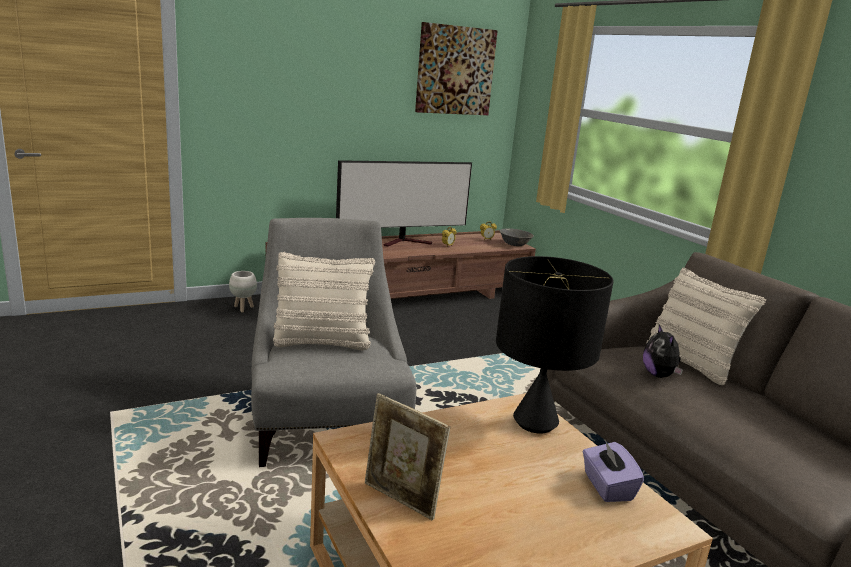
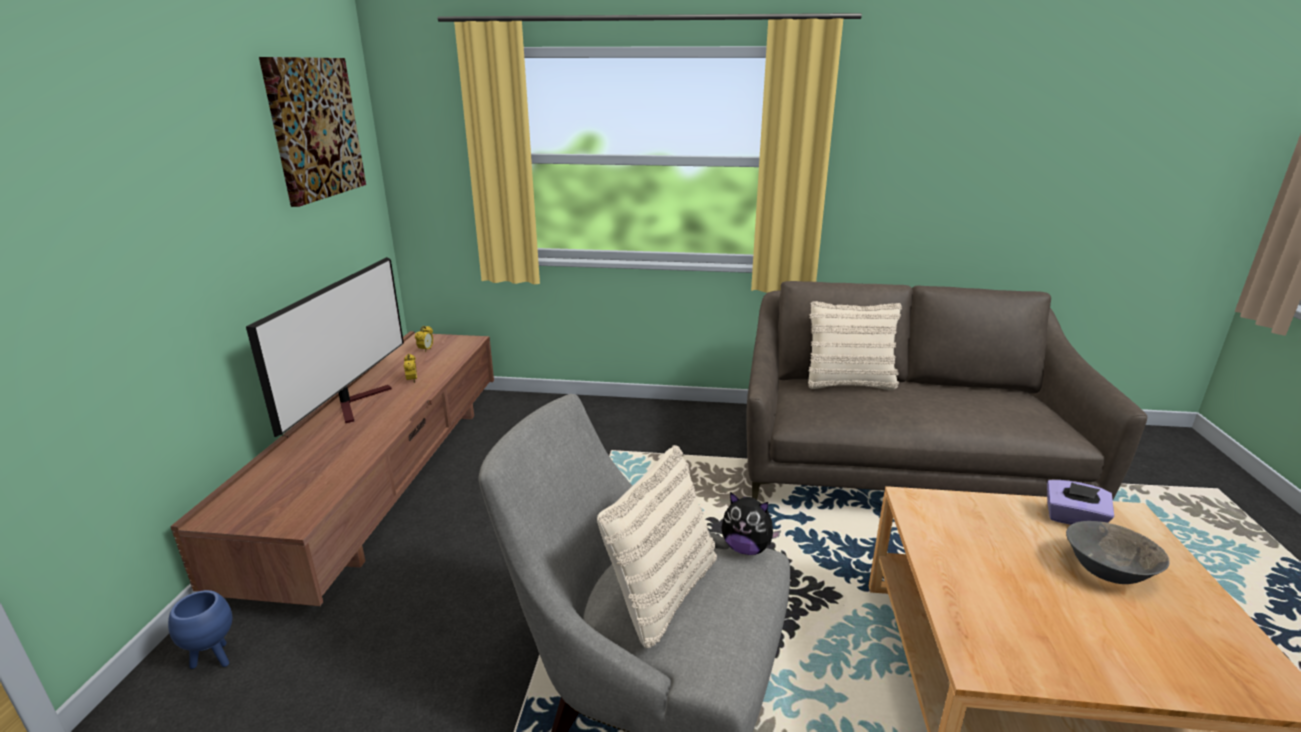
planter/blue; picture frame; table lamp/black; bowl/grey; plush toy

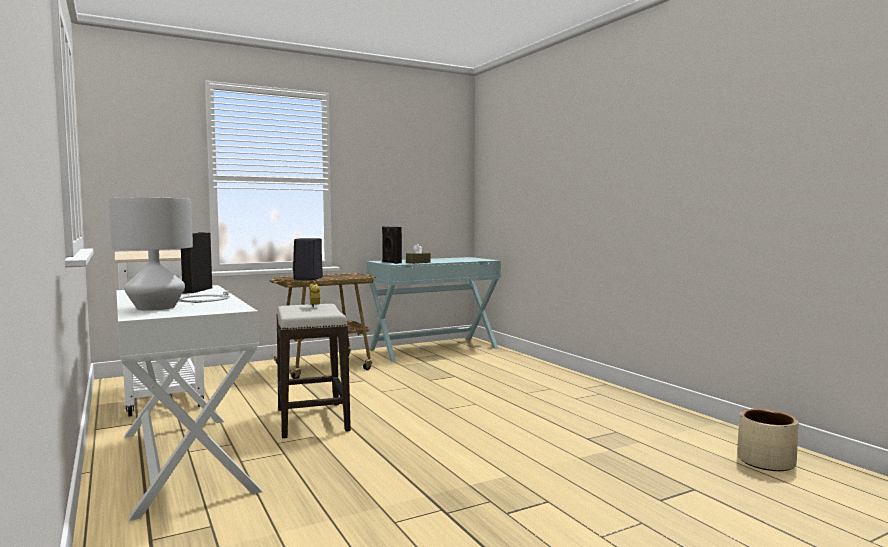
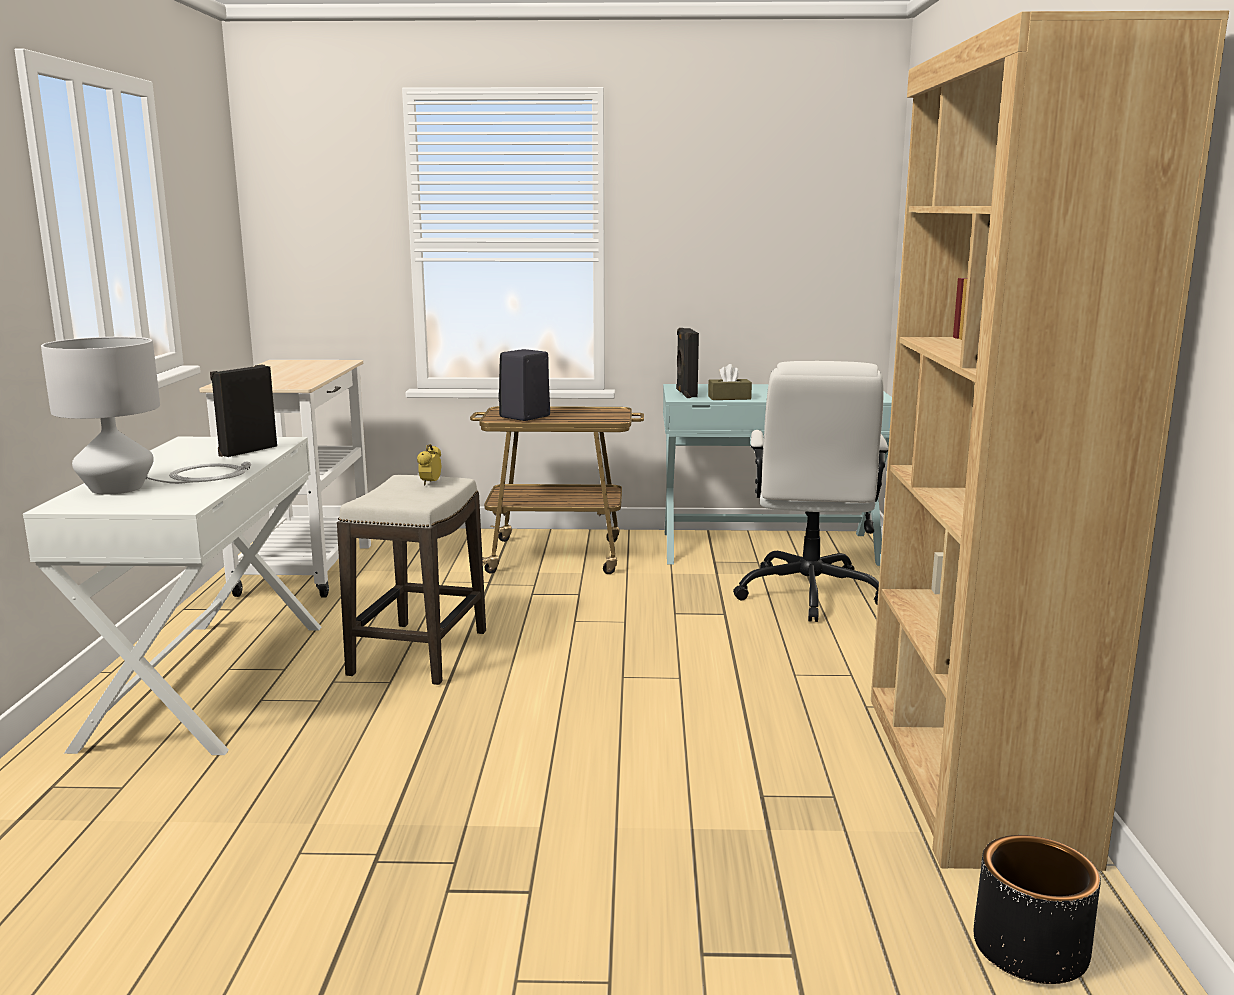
planter/black; office chair/white; bookcase/brown

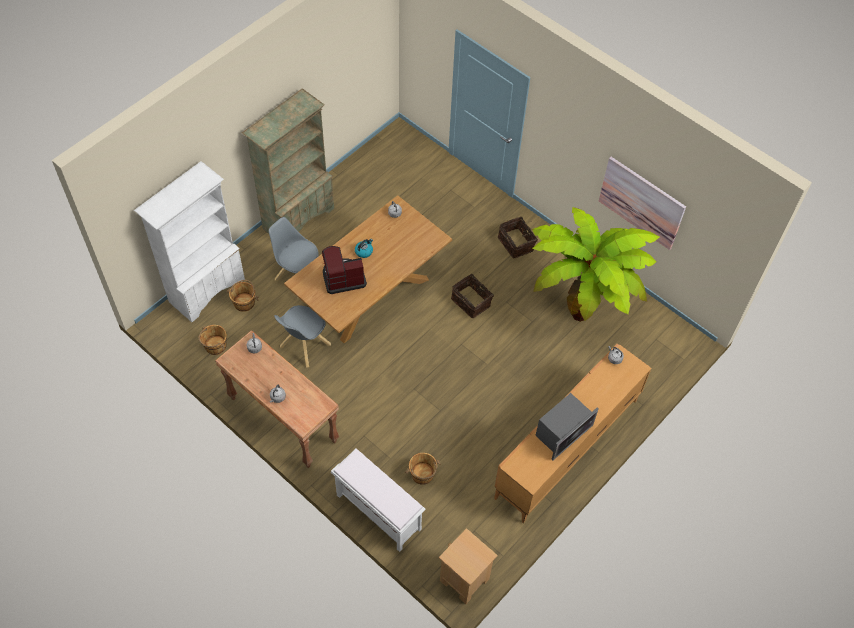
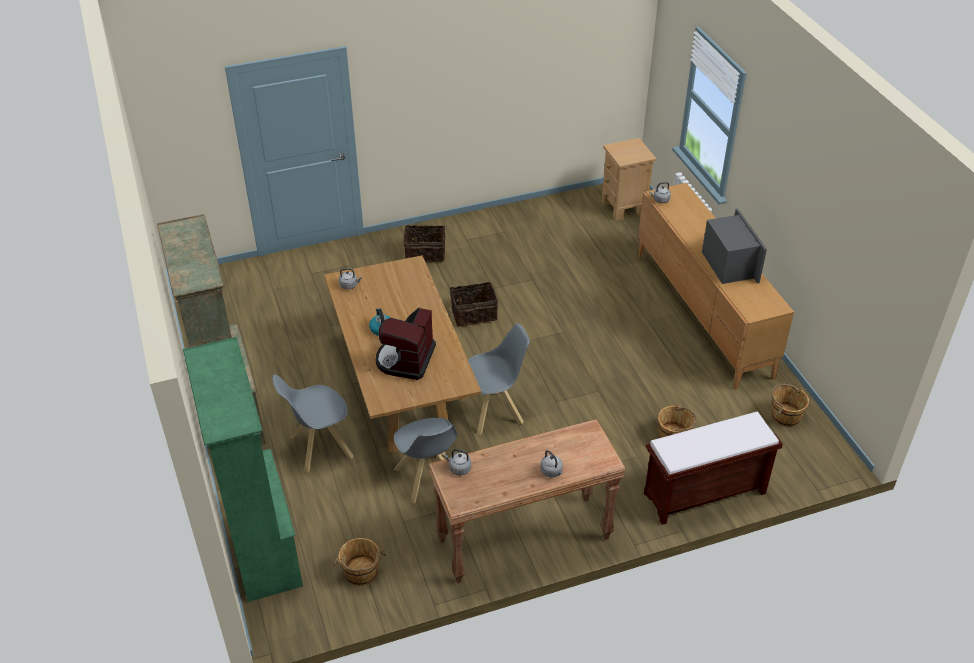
bookcase/green (no. 2 from left); bucket/brown (no. 3 from left); bench/brown; nightstand/beige; potted plant; picture; chair/grey (no. 3 from left)

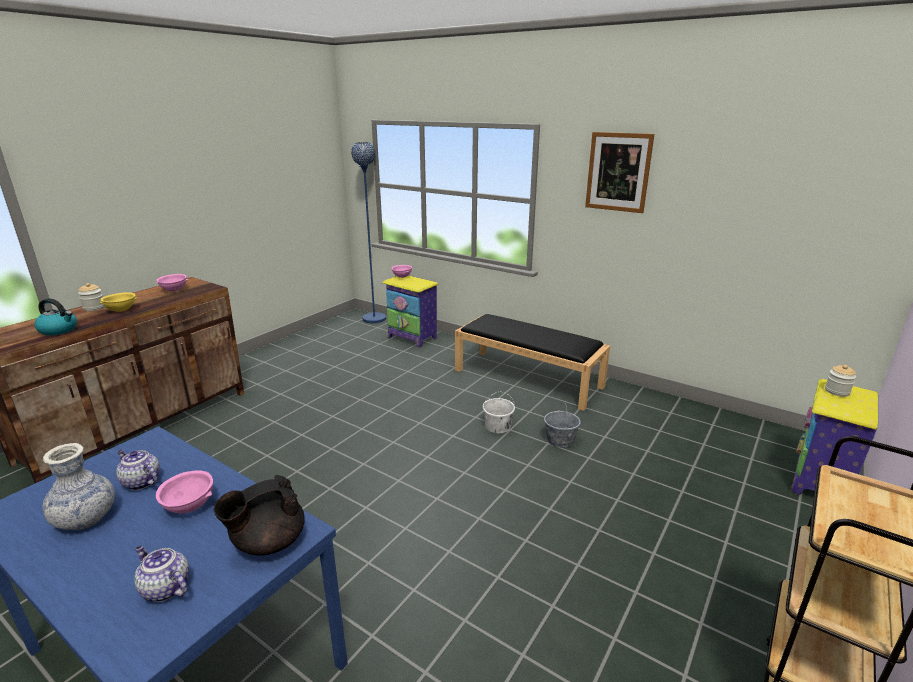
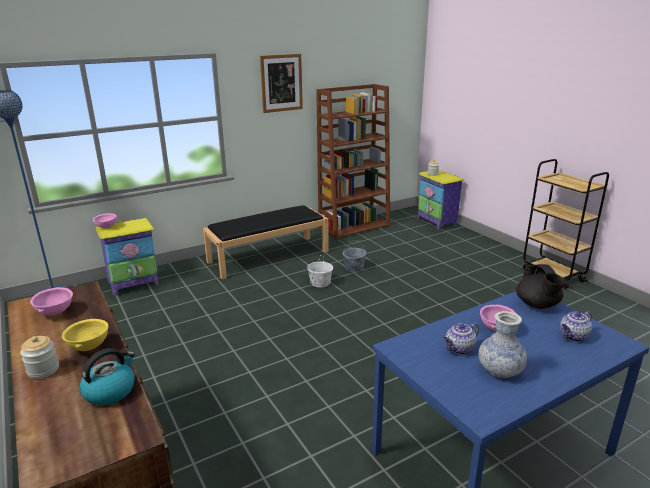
bookcase/brown

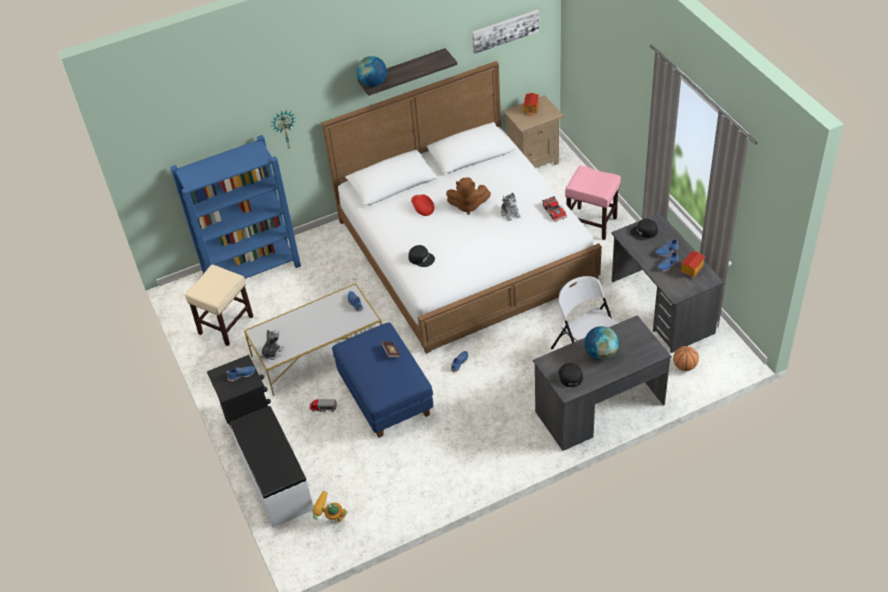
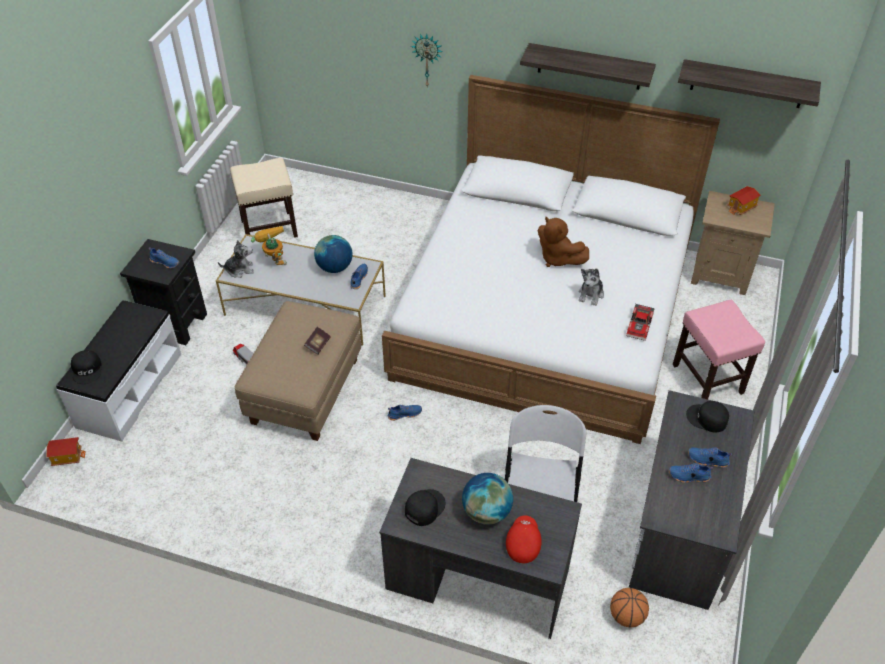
bookcase/blue; toy robot; ottoman/beige; globe (no. 1 from left); cap/black (no. 1 from left); cap/red; shelf (no. 2 from left); toy house (no. 1 from left)

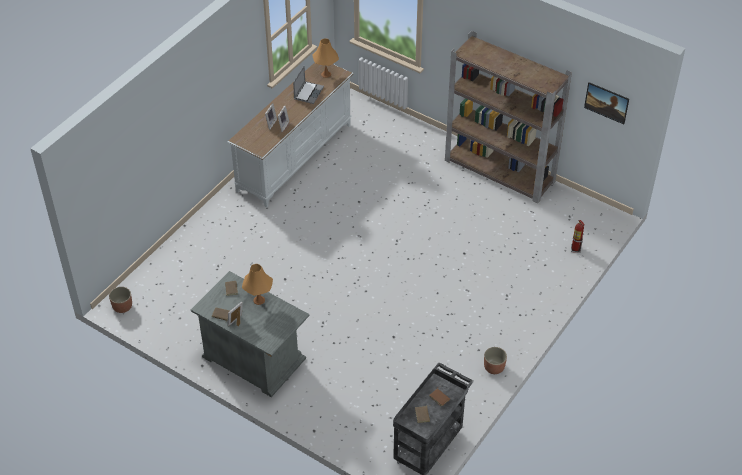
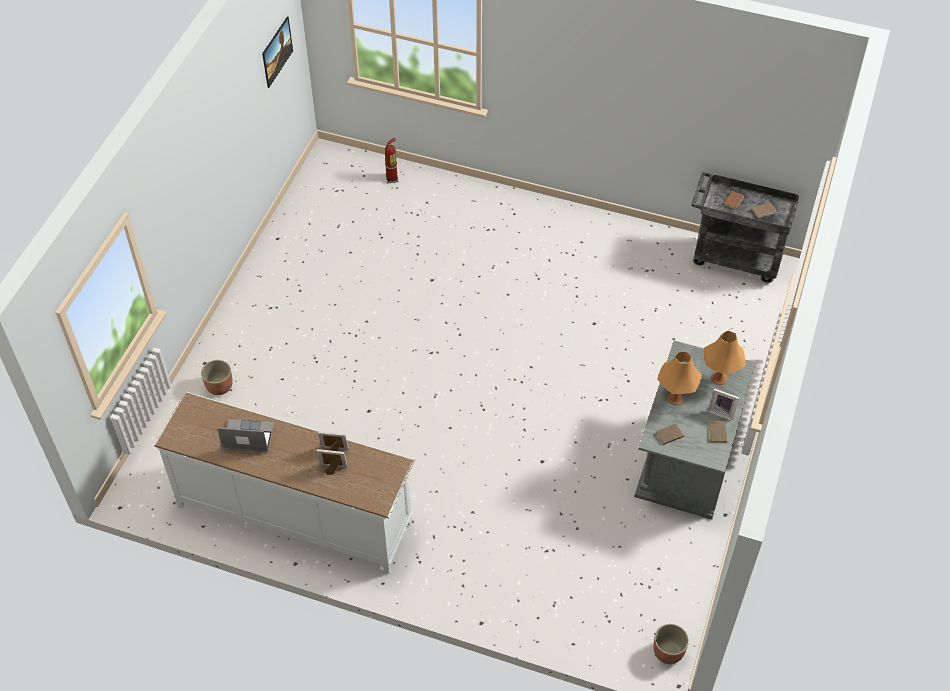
table lamp/orange (no. 2 from left); bookcase/brown; planter (no. 1 from left)

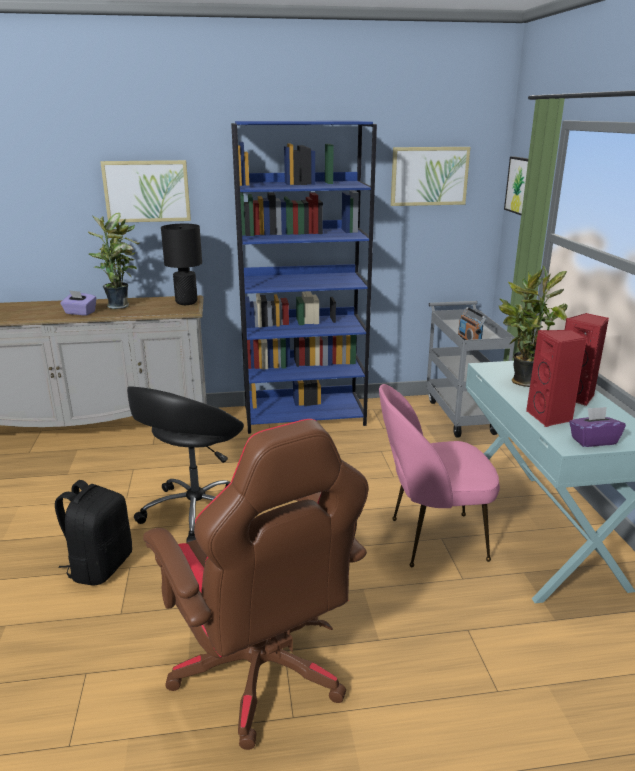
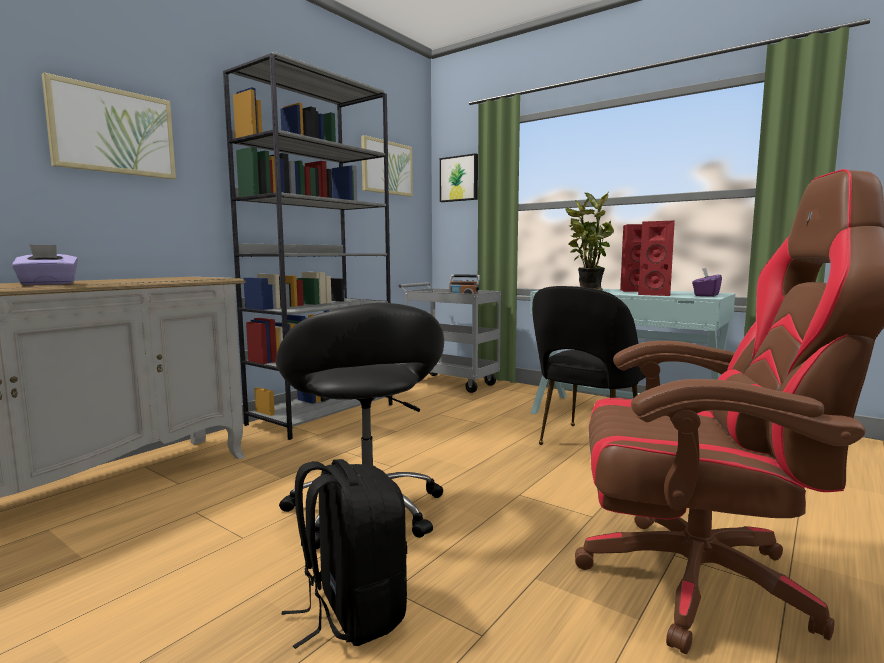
potted plant (no. 1 from left in the first image); table lamp/black; bookcase/grey; chair/black

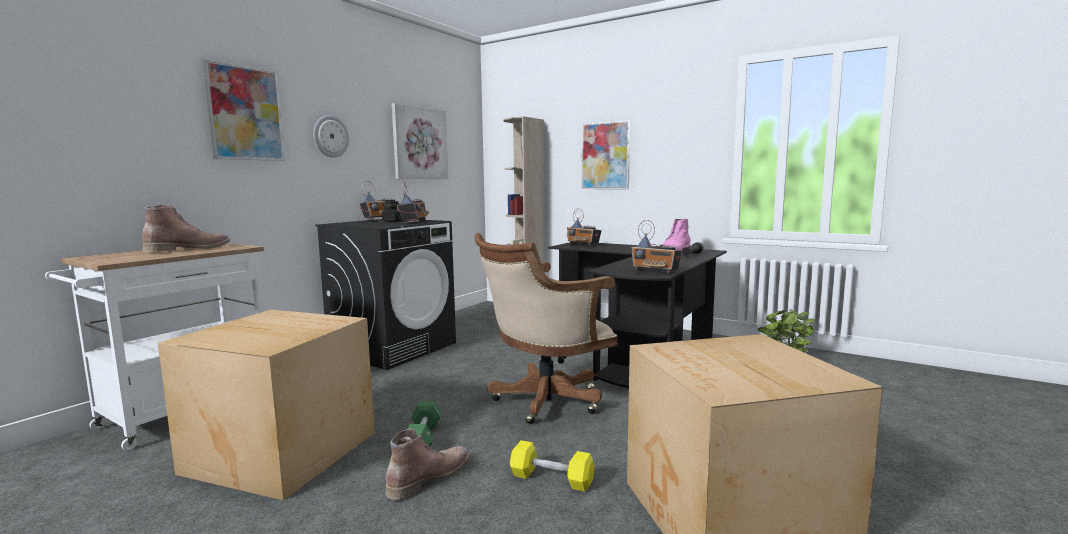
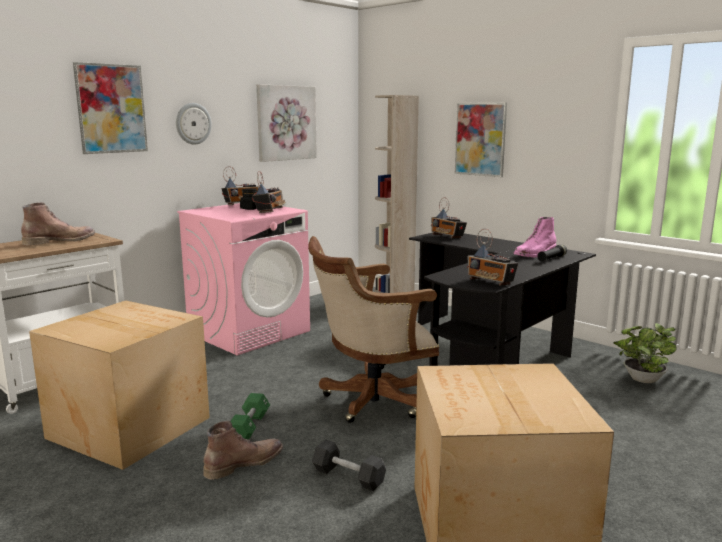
washing machine/pink; dumbbell/black

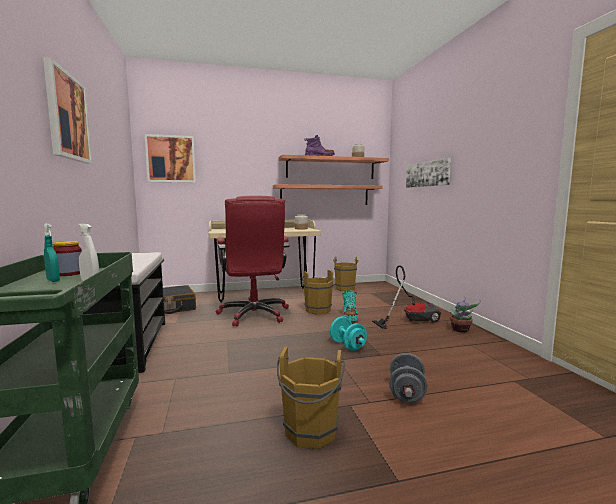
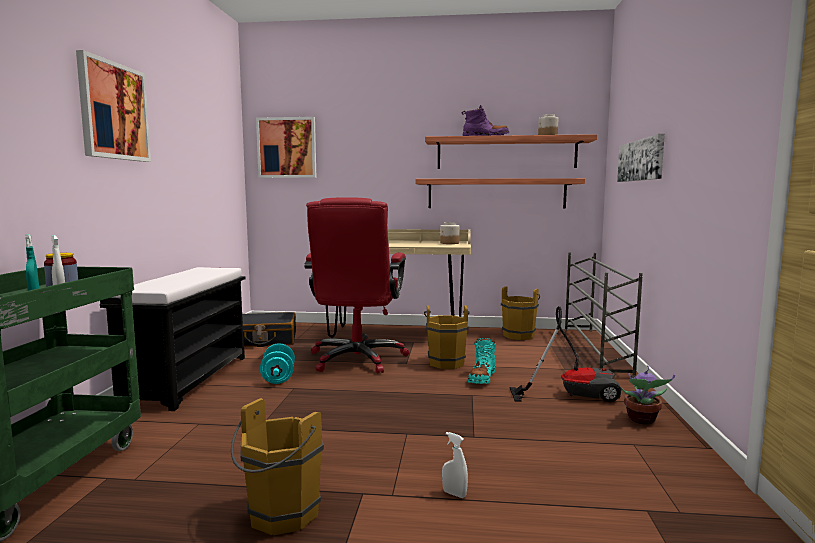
dumbbell/turquoise; spray bottle/white (no. 2 from left); shoe rack/grey

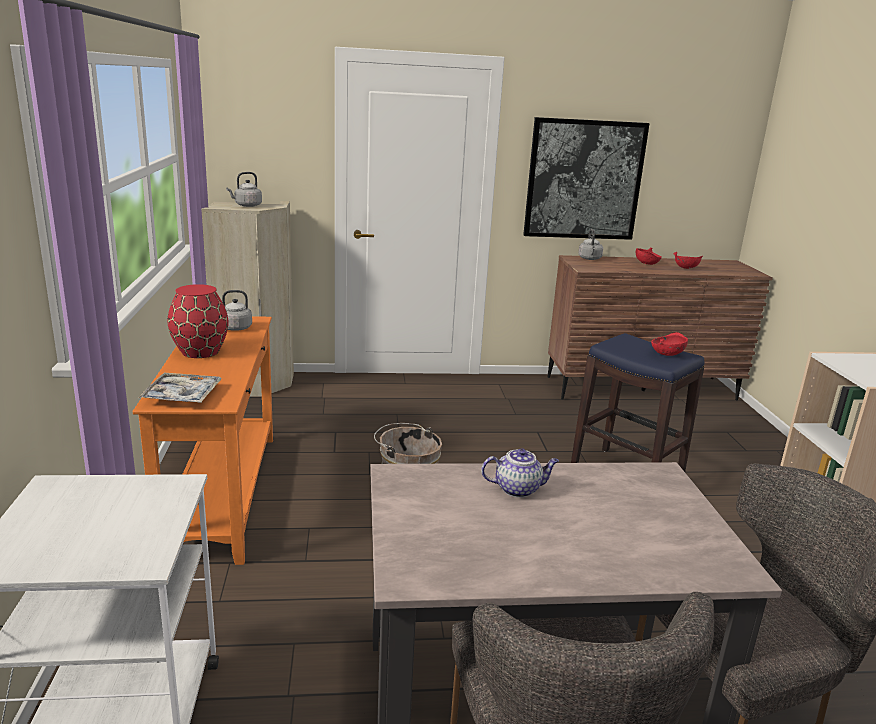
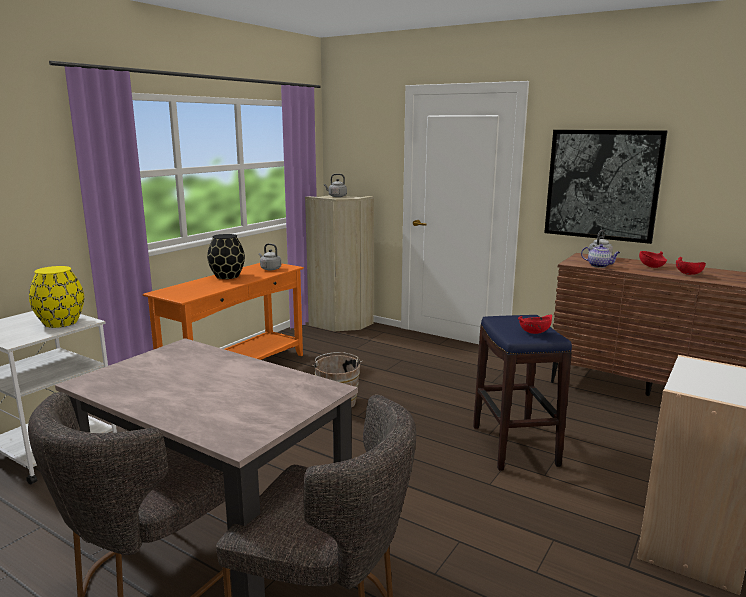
tray; vase/black; teapot; vase/yellow

